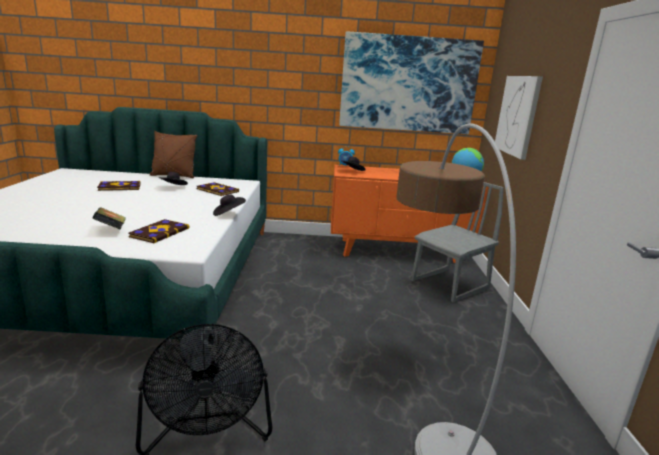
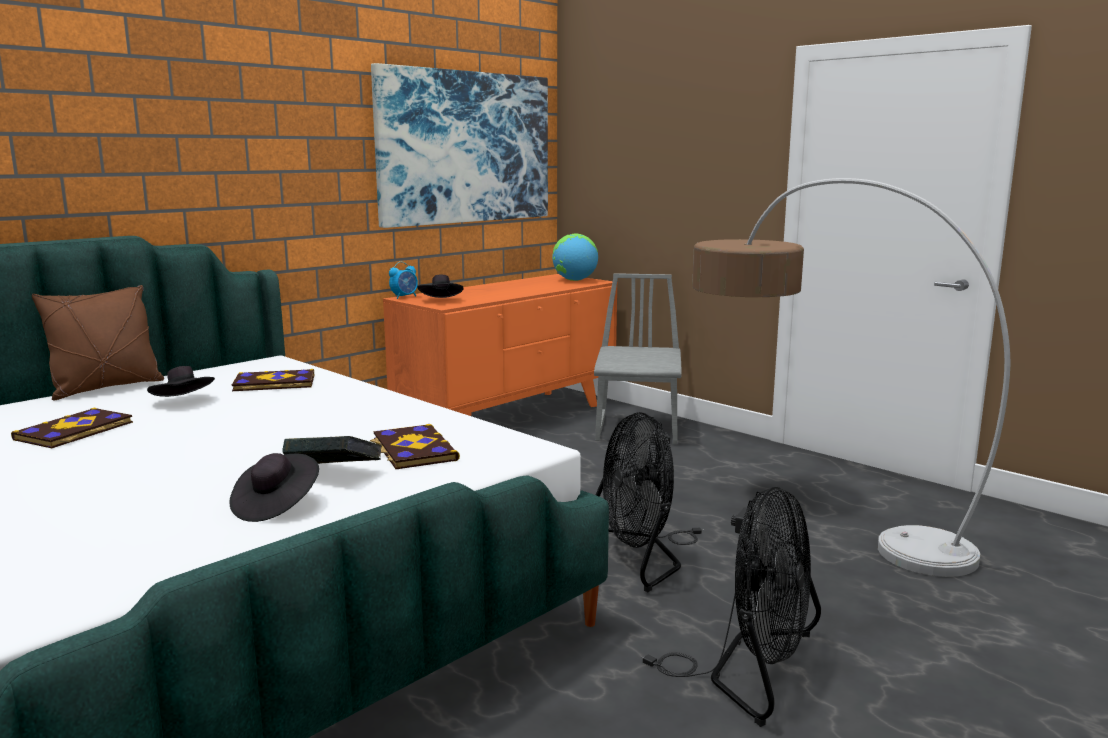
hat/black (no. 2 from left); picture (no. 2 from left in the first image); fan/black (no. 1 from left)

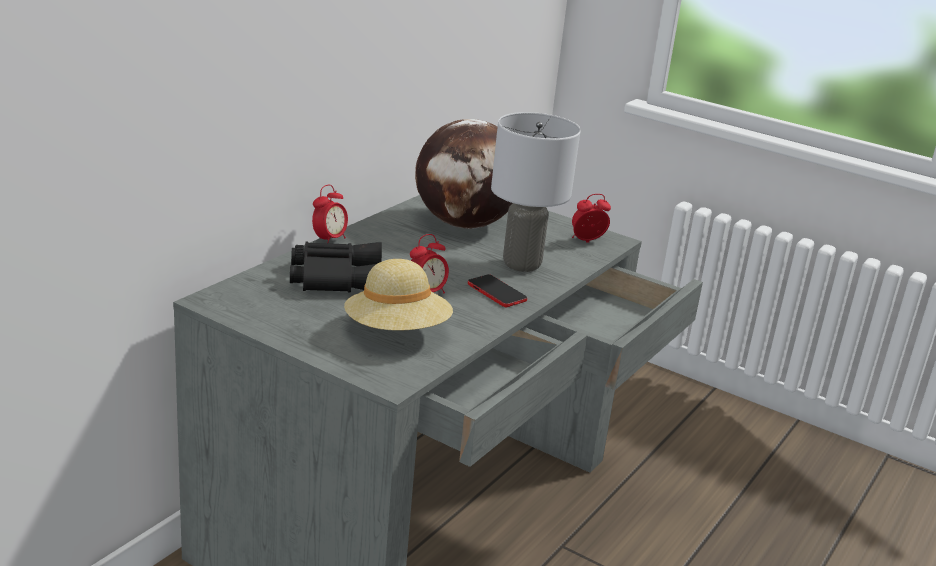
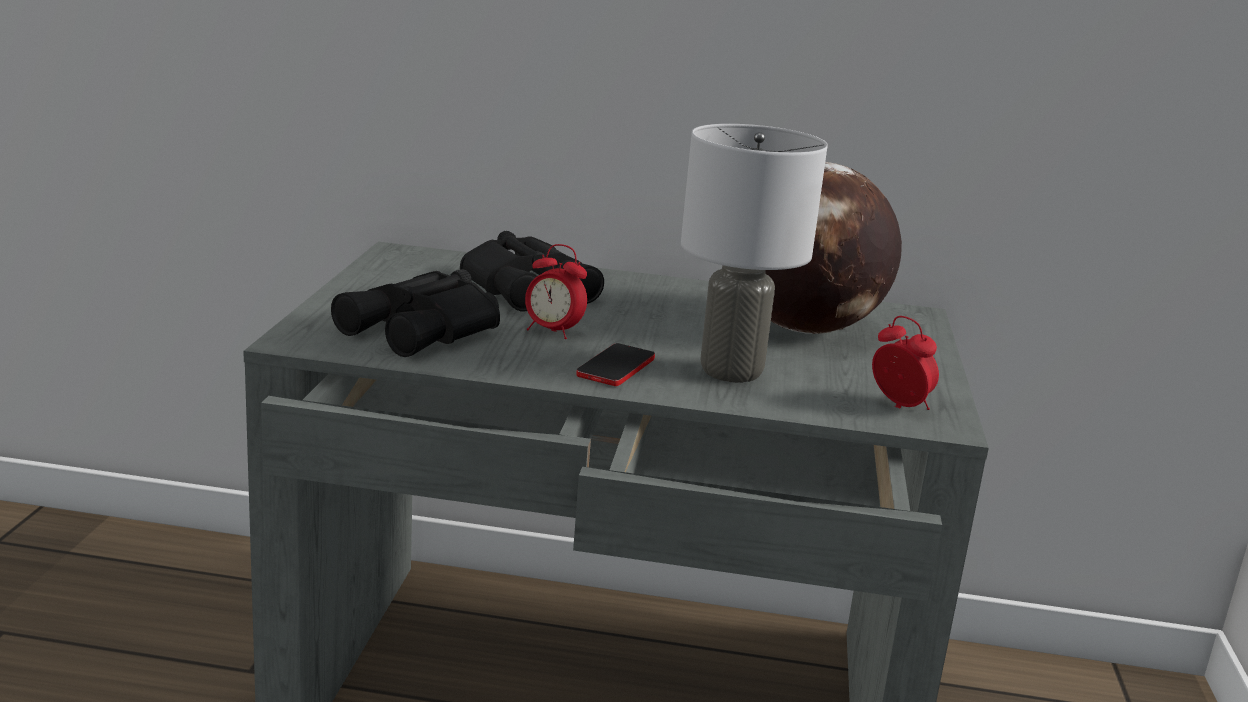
alarm clock (no. 1 from left in the first image); binoculars/black (no. 1 from left)

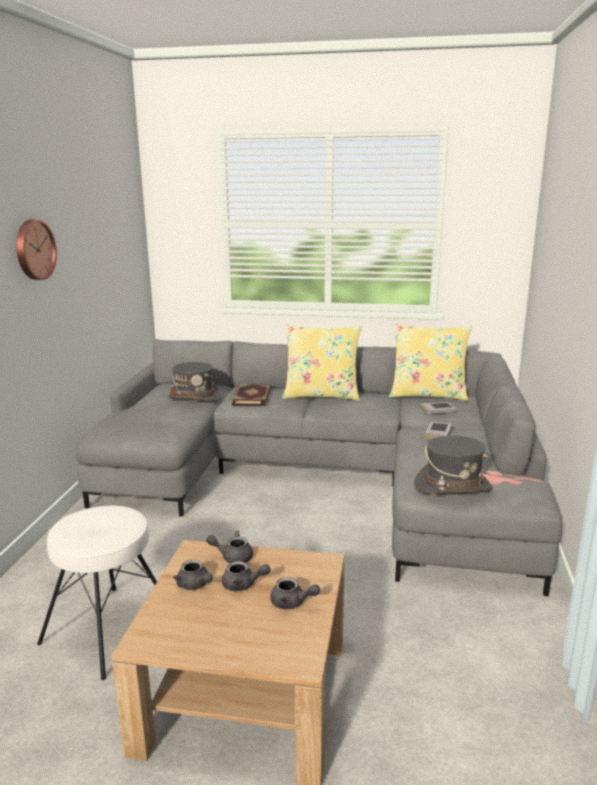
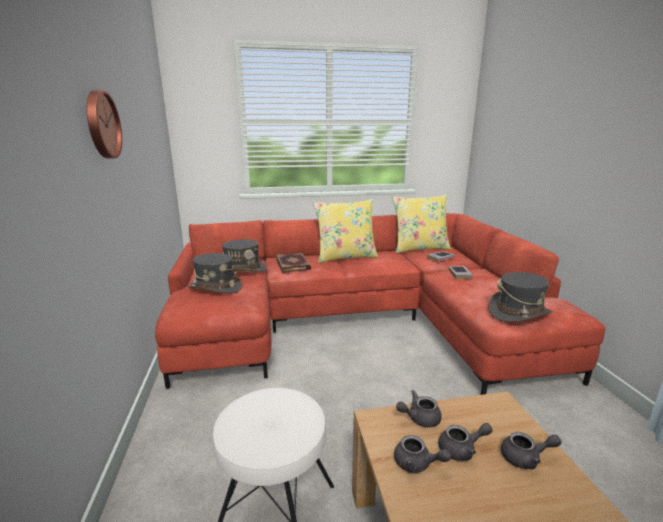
sofa/red; hat/grey (no. 1 from left)

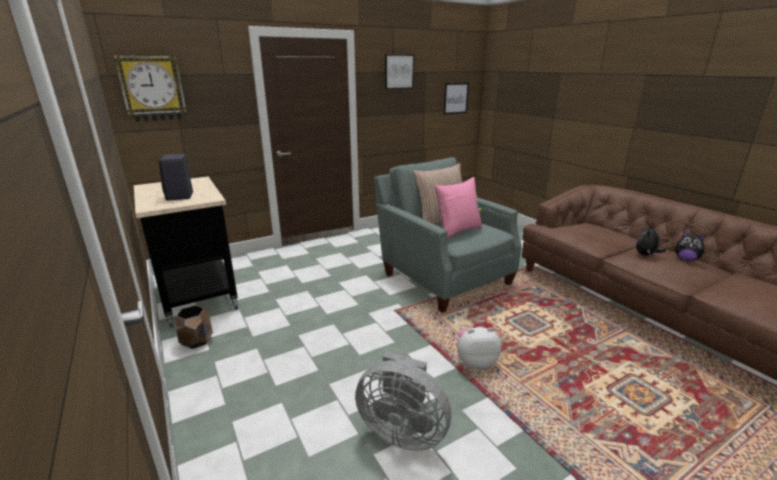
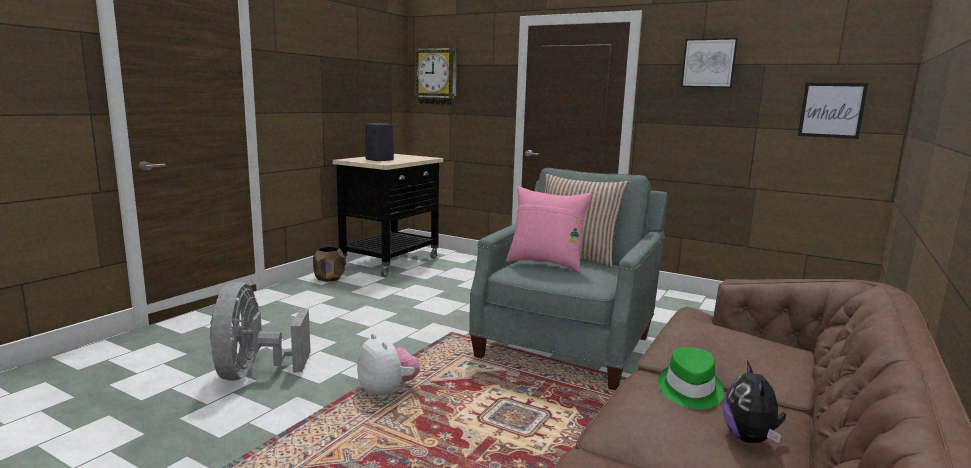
hat/green

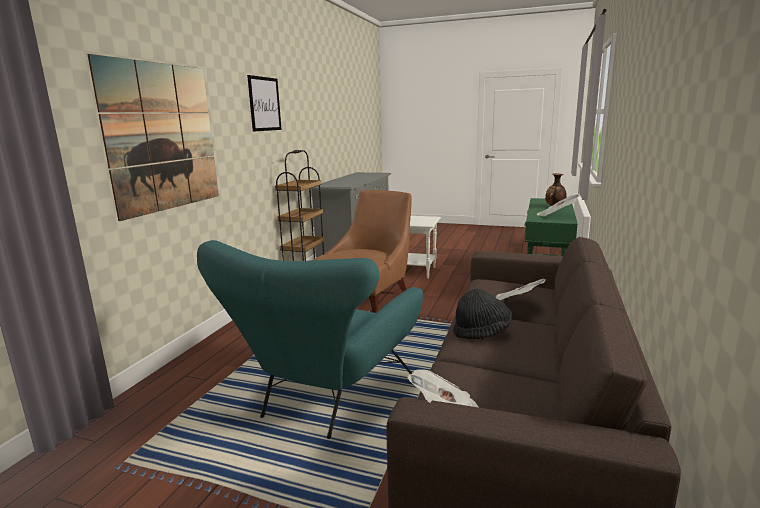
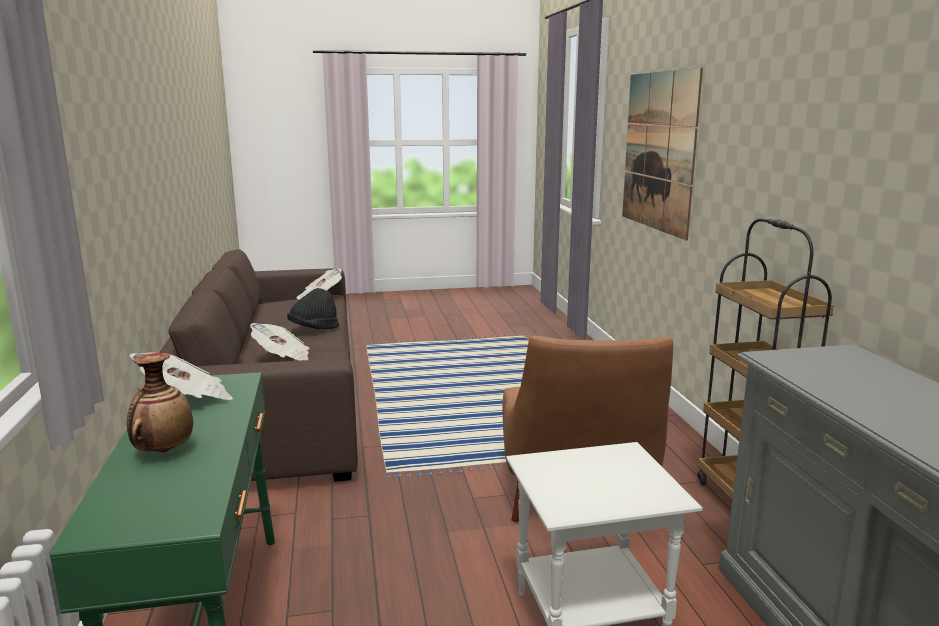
armchair/turquoise; picture (no. 2 from left in the first image)

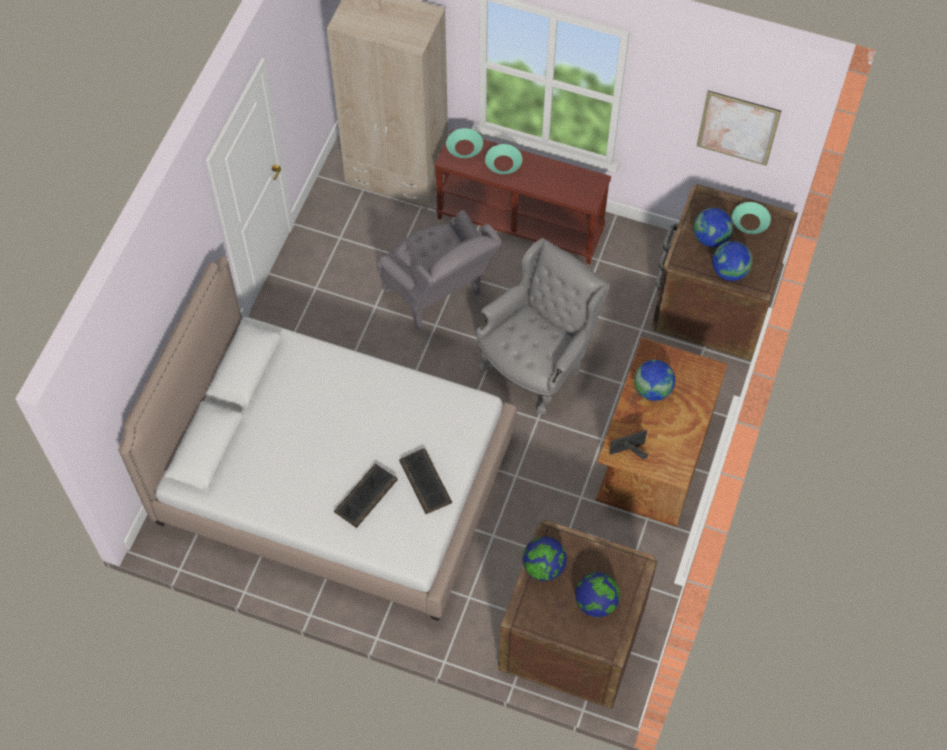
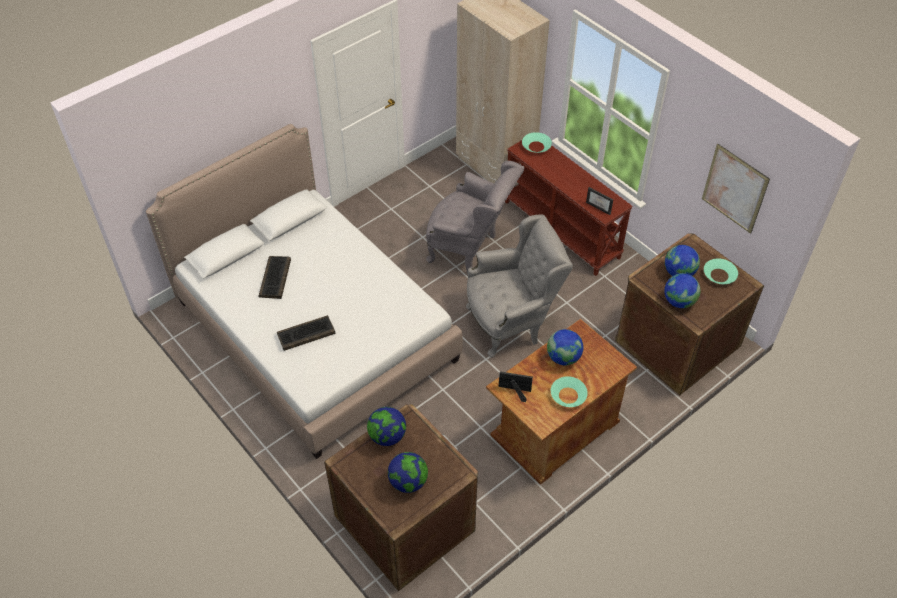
armchair/grey (no. 1 from left); keyboard (no. 1 from left); bowl/turquoise (no. 2 from left); picture frame (no. 2 from left)

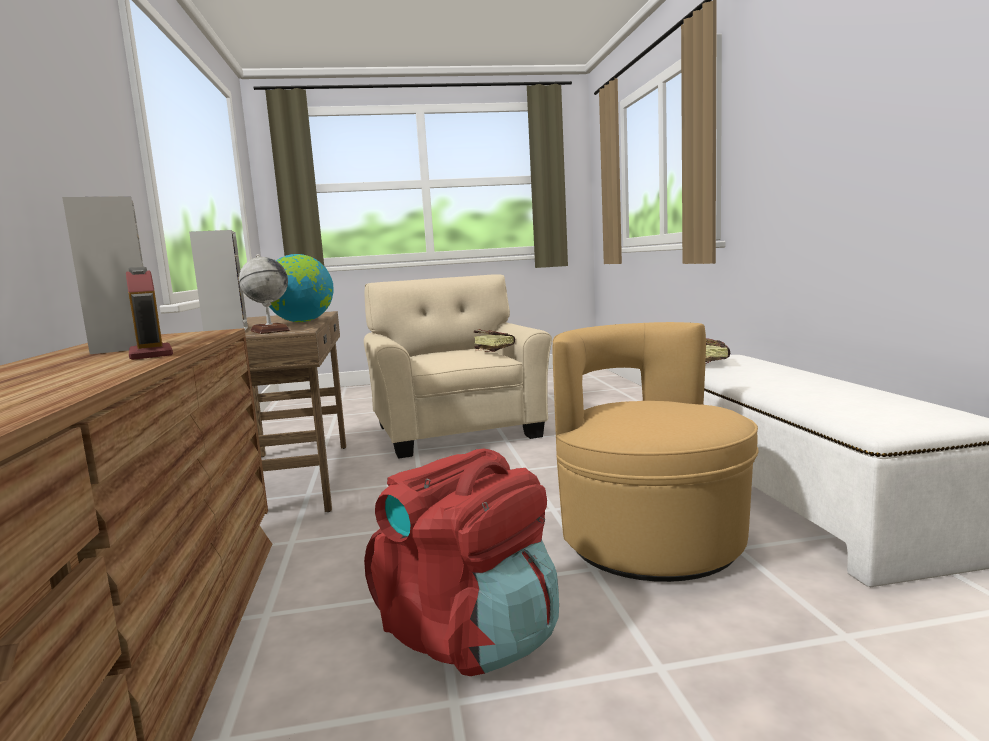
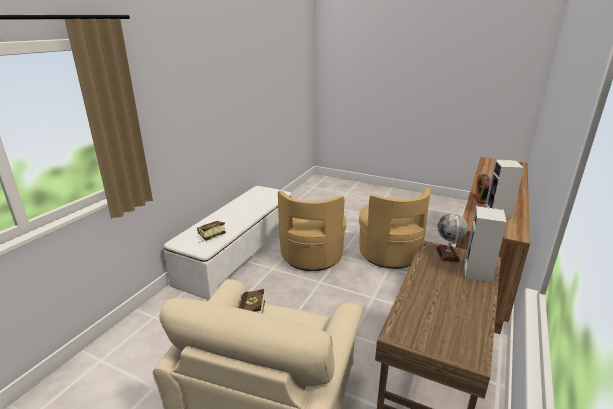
globe (no. 2 from left in the first image); armchair/beige (no. 3 from left)

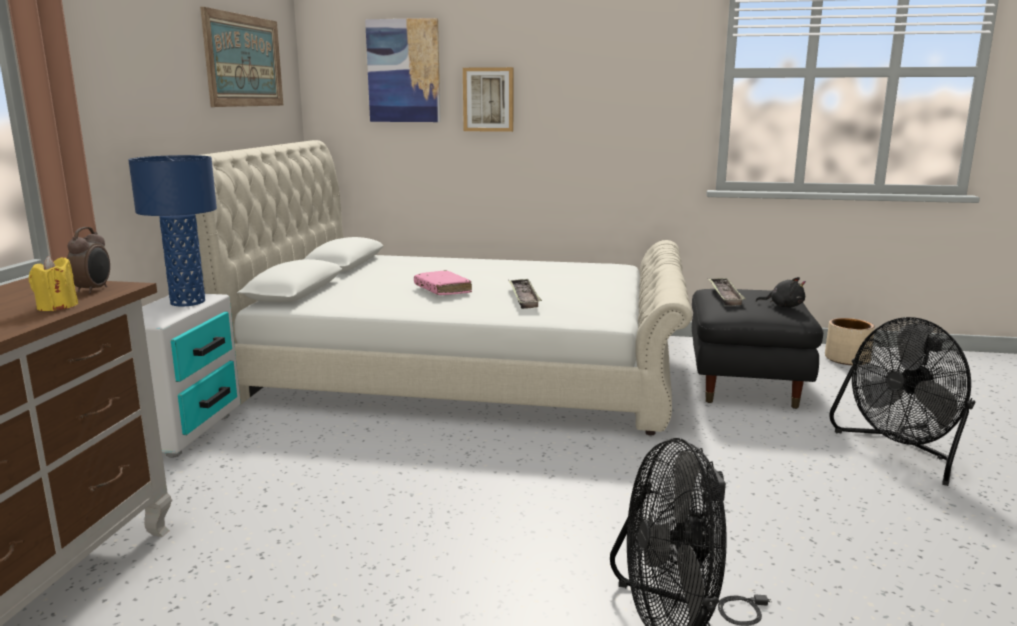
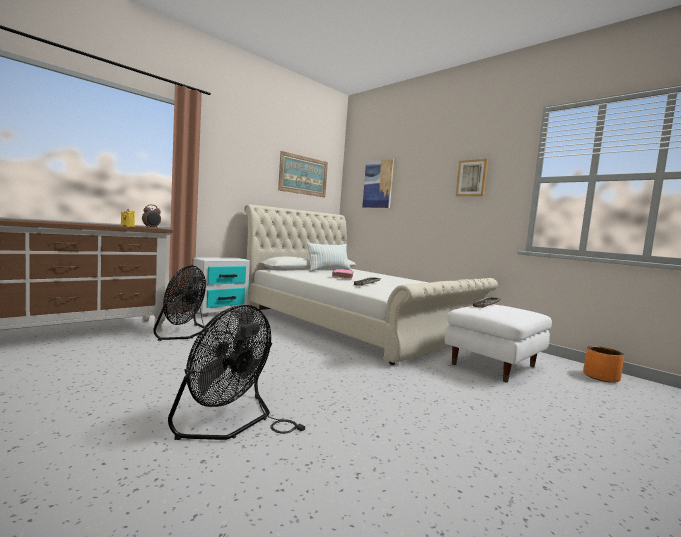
table lamp/blue; picture (no. 3 from left); ottoman/white; plush toy/black; planter/orange; fan/black (no. 1 from left); pillow

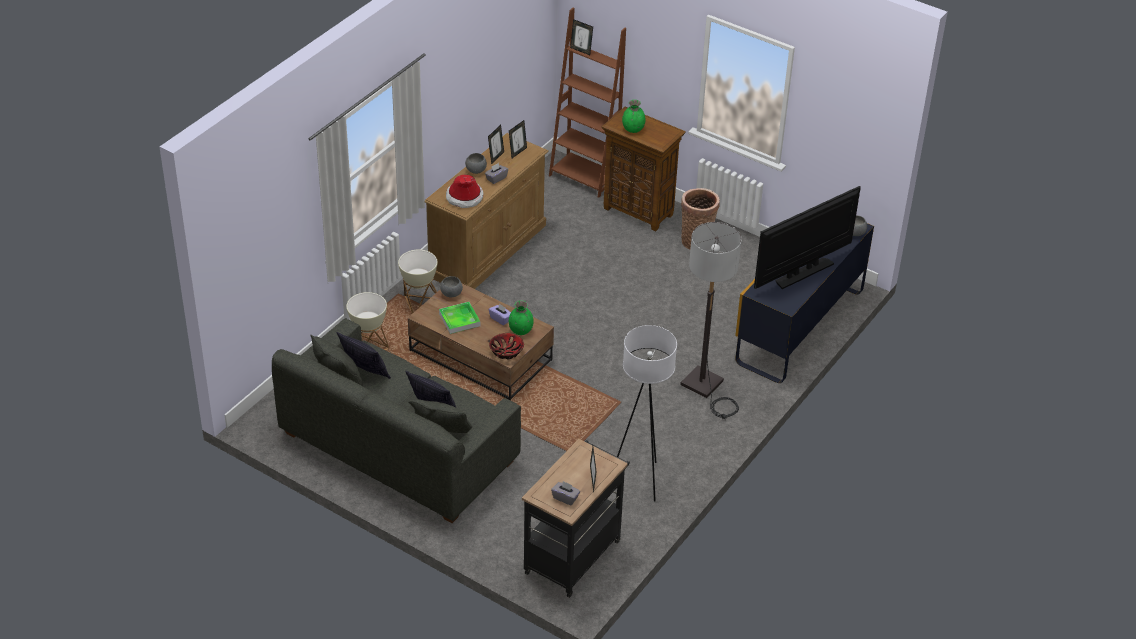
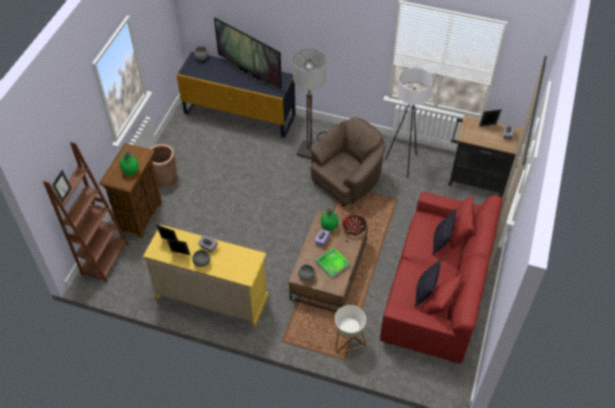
sofa/red; planter (no. 2 from left in the first image); cabinet/yellow; hat; armchair/brown

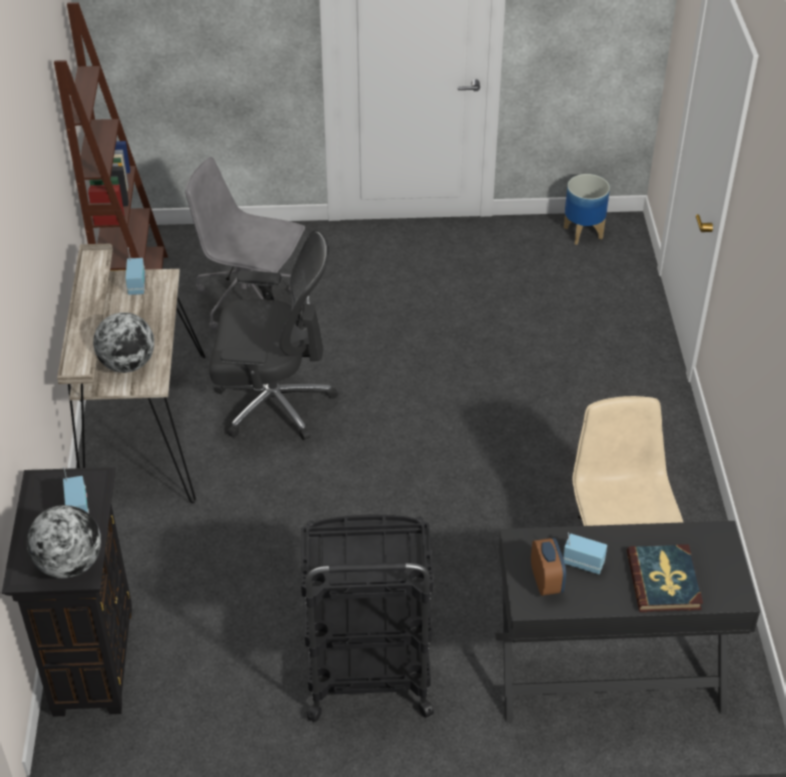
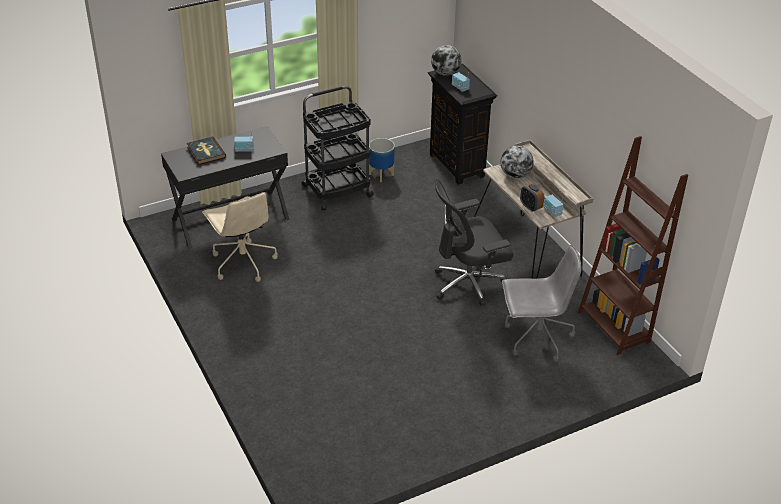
alarm clock; planter

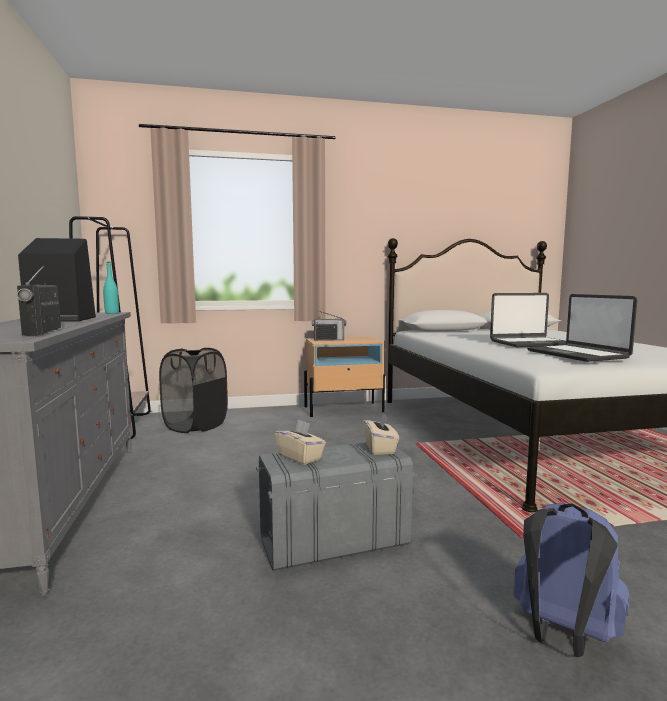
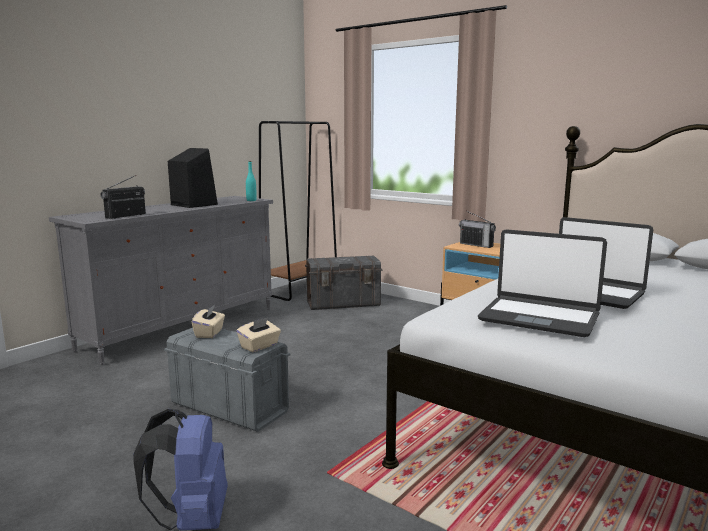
storage box/grey (no. 2 from left); laptop (no. 1 from left)

